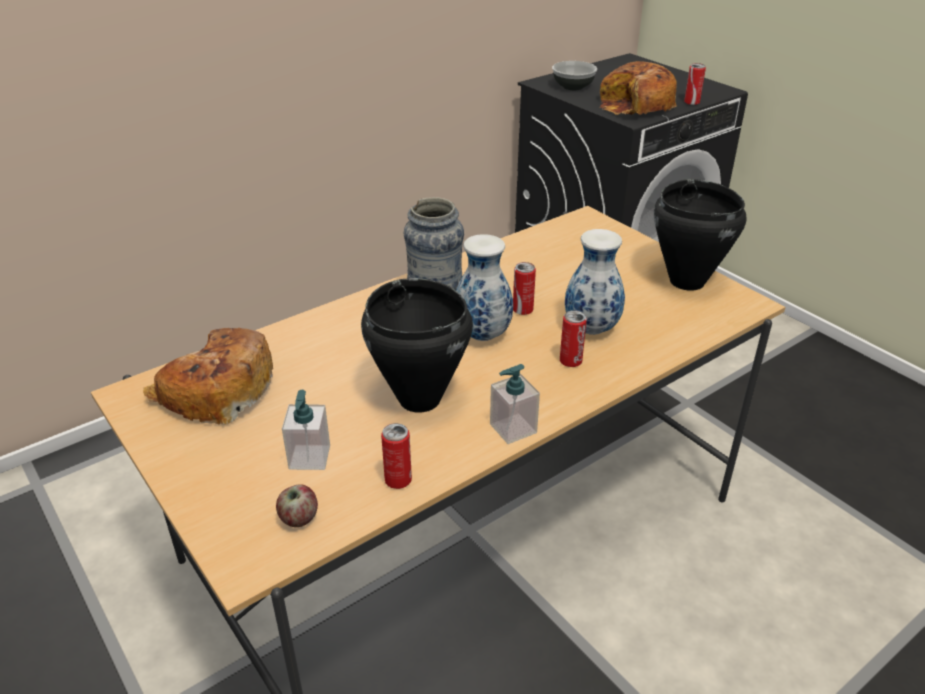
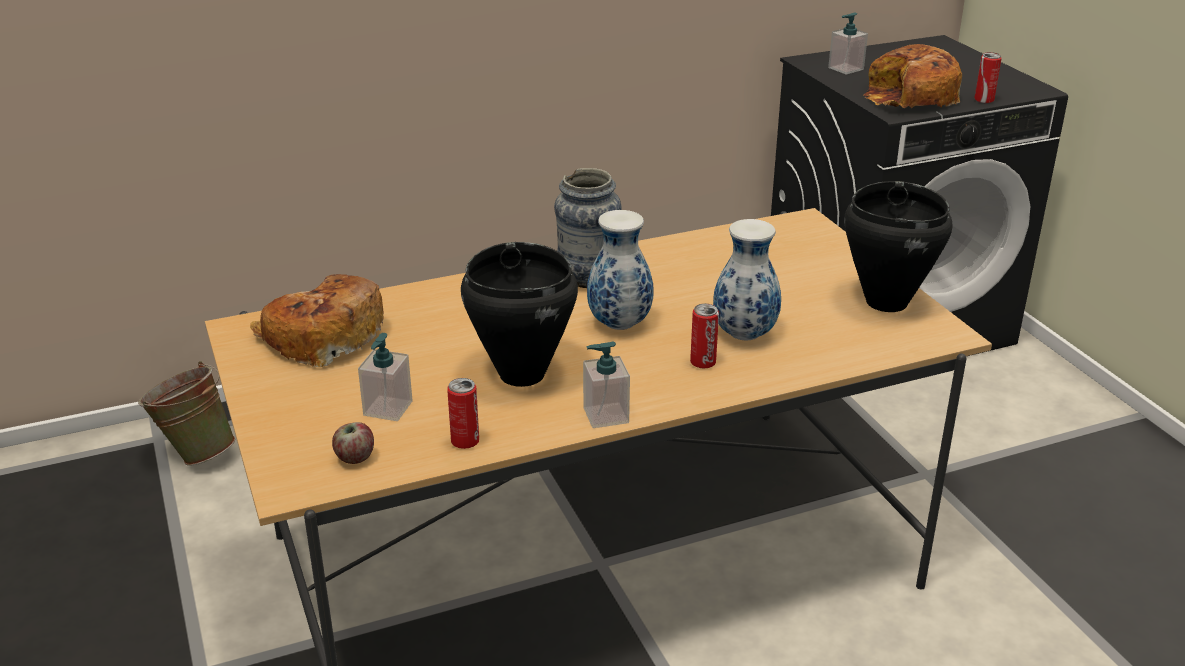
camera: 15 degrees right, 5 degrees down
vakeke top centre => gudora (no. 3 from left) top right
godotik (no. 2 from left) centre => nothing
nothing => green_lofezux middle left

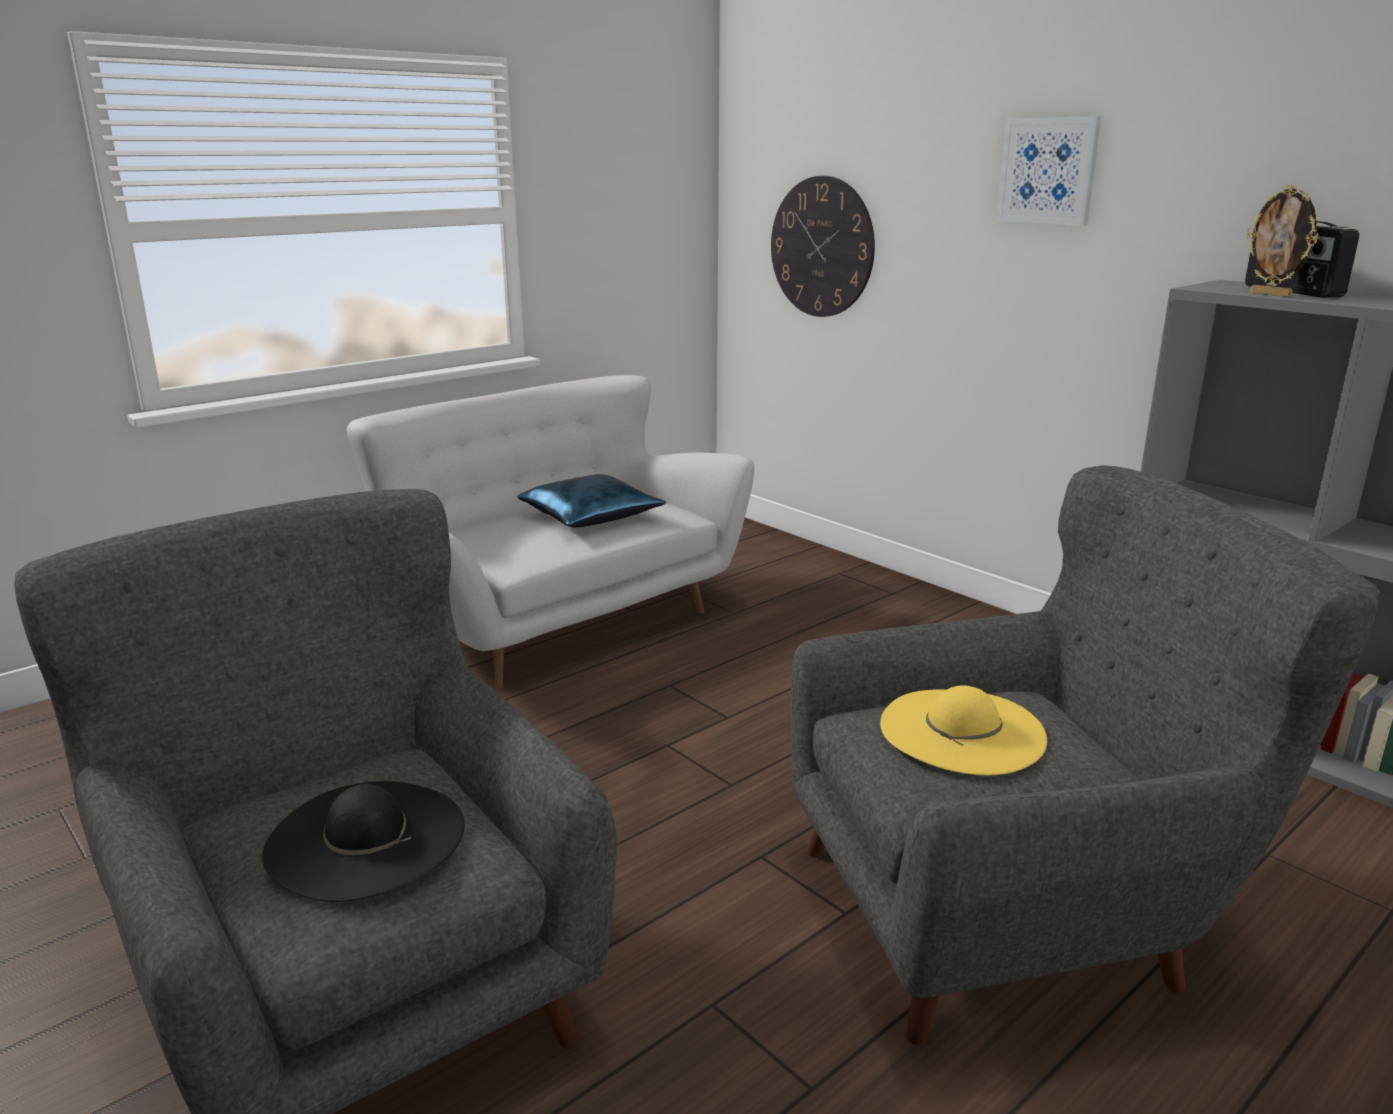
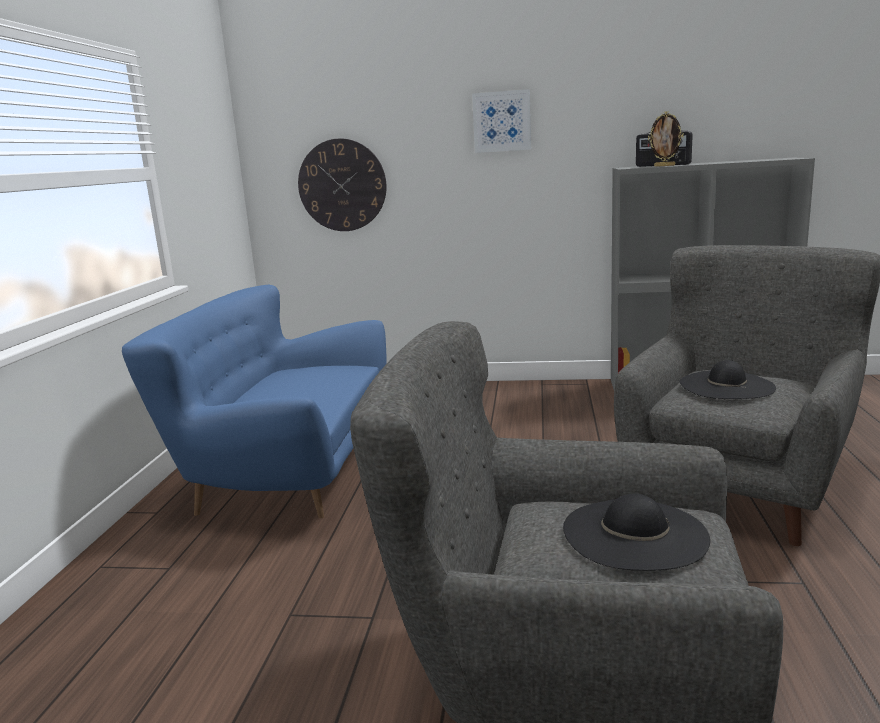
camera: 40 degrees left, 5 degrees down
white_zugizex centre => blue_zugizex middle left
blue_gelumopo centre => nothing
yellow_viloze middle right => black_viloze (no. 2 from left) middle right

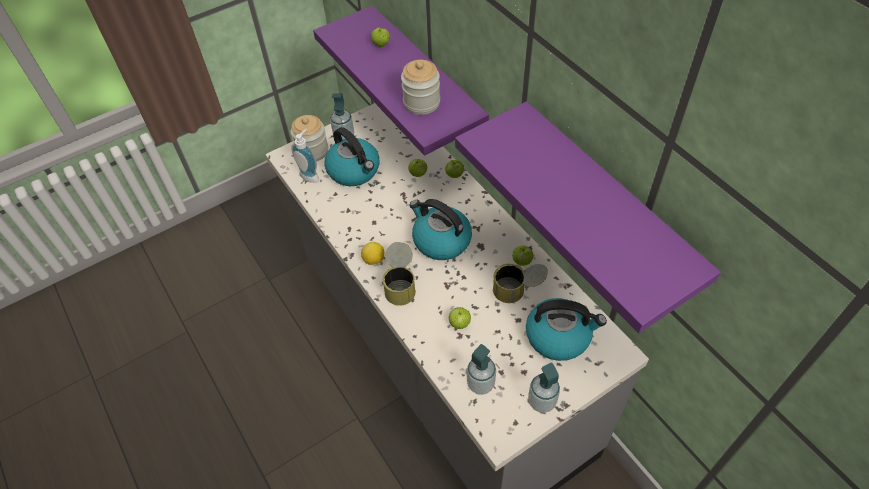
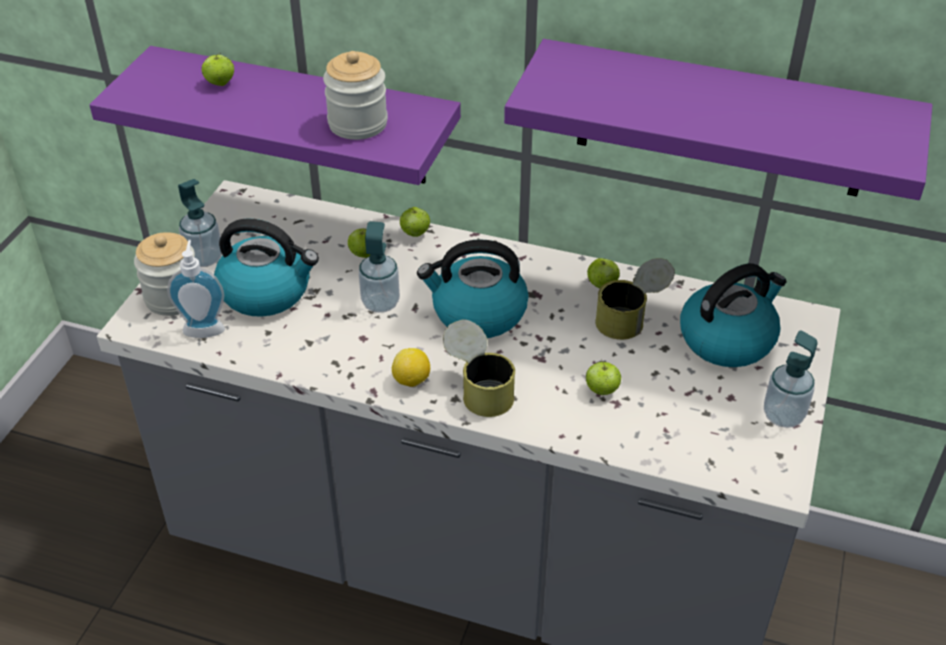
camera: 40 degrees left, 10 degrees down
gudora (no. 3 from left) bottom centre => gudora (no. 3 from left) centre, relocated

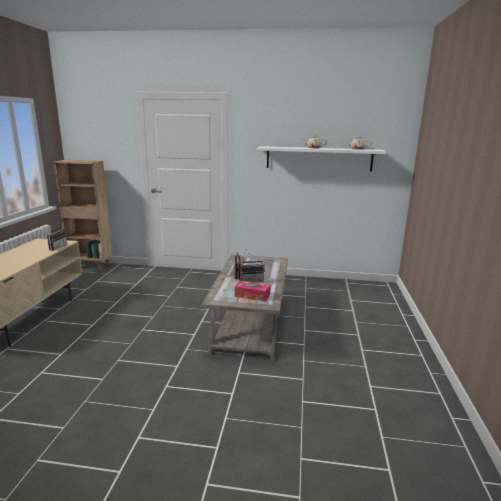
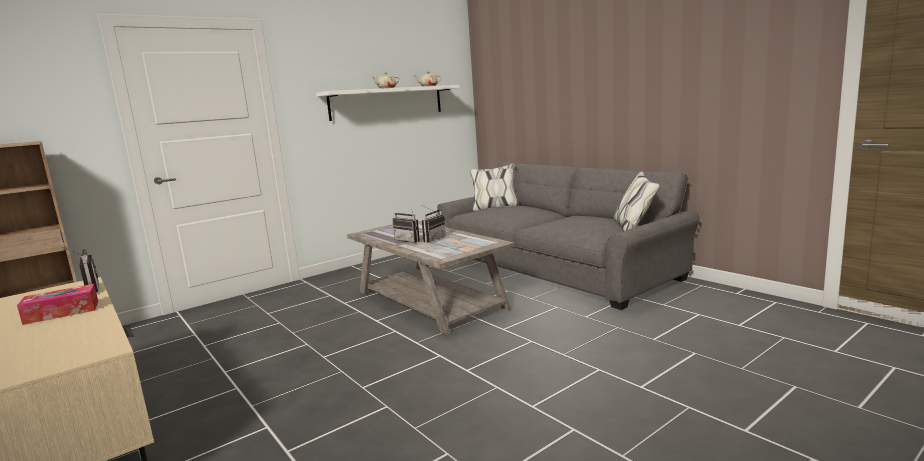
camera: 45 degrees left, 5 degrees down
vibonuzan centre => vibonuzan middle left, relocated
nothing => grey_zugizex centre

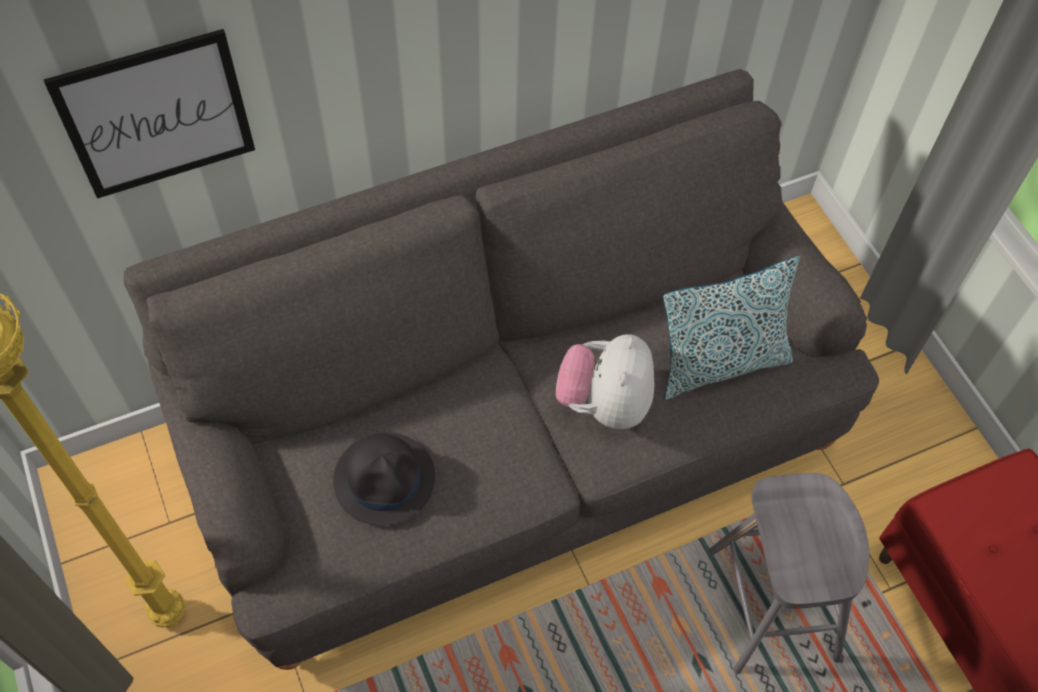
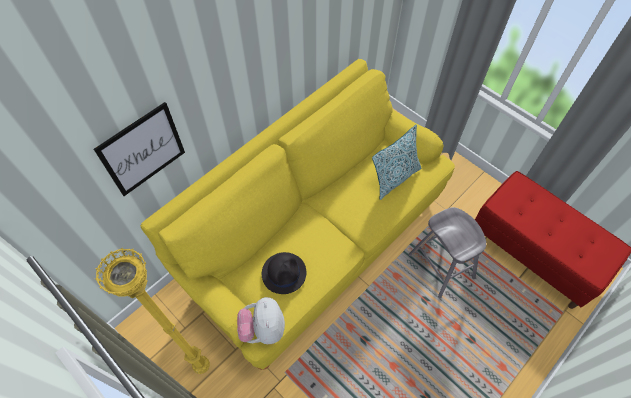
camera: 20 degrees left, 0 degrees up
grey_zugizex centre => yellow_zugizex centre
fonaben centre => fonaben bottom centre, relocated

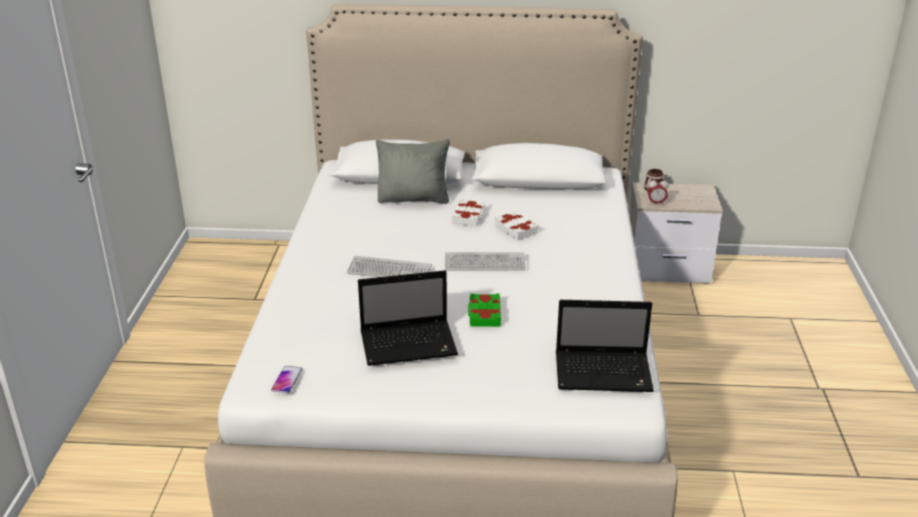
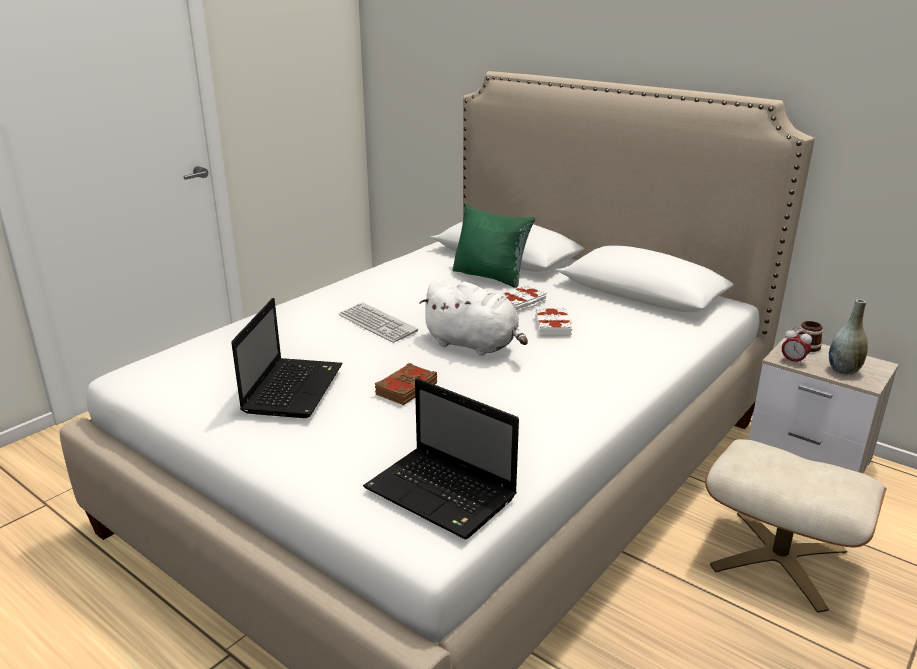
camera: 35 degrees right, 5 degrees down
grey_gelumopo top centre => green_gelumopo centre
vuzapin (no. 2 from left) centre => white_fonaben centre
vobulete (no. 1 from left) centre => vobulete (no. 1 from left) middle left, 105 degrees counterclockwise
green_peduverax centre => brown_peduverax centre
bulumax bottom left => nothing
nothing => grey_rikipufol middle right
nothing => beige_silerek bottom right

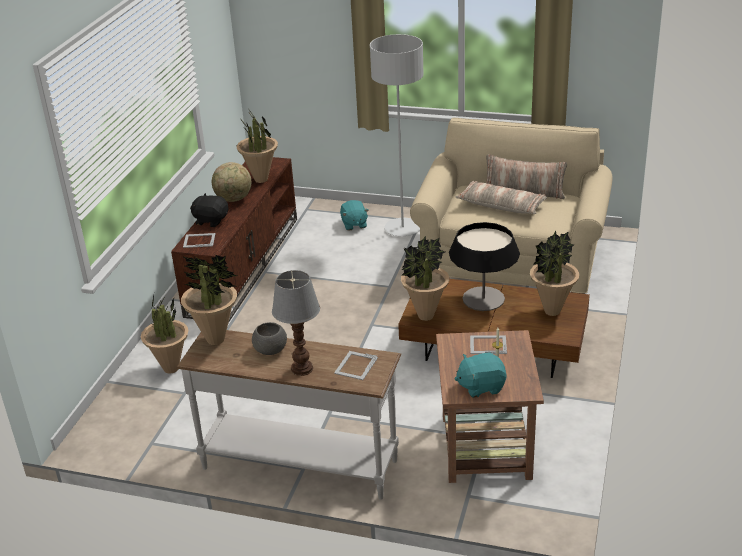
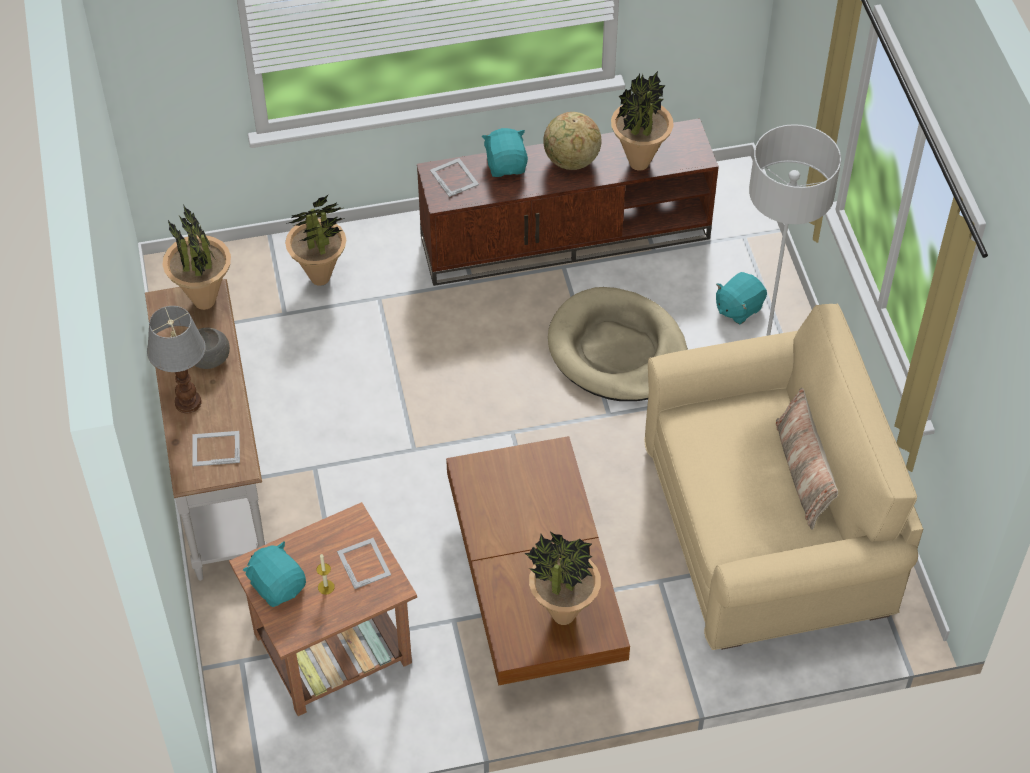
camera: 60 degrees right, 20 degrees up
gelumopo (no. 1 from left) middle right => nothing
black_fonaben middle left => turquoise_fonaben (no. 2 from left) top centre
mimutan (no. 2 from left) centre => nothing
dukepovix (no. 4 from left) centre => nothing
nothing => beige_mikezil centre

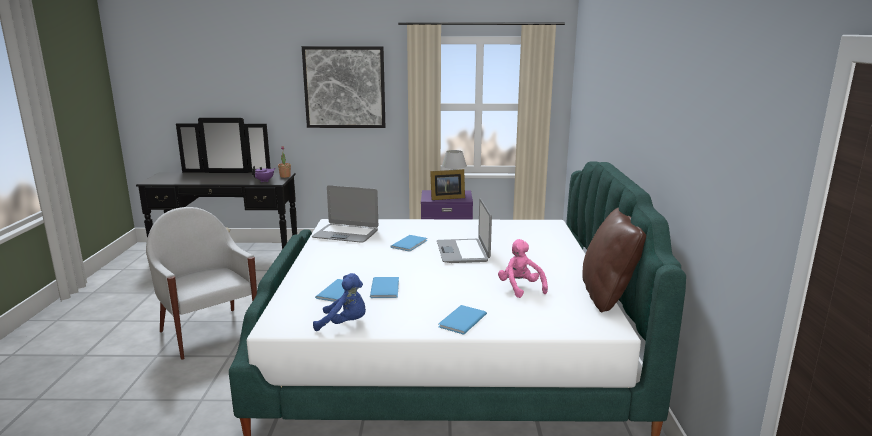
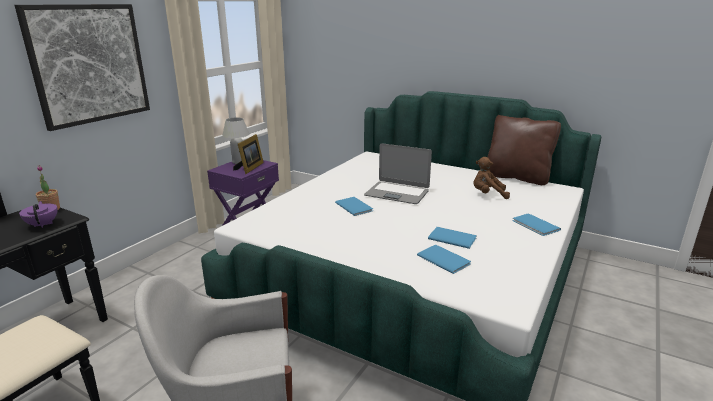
camera: 60 degrees left, 5 degrees up
vobulete (no. 1 from left) centre => nothing
pink_fonaben centre => brown_fonaben middle right
blue_fonaben bottom centre => nothing

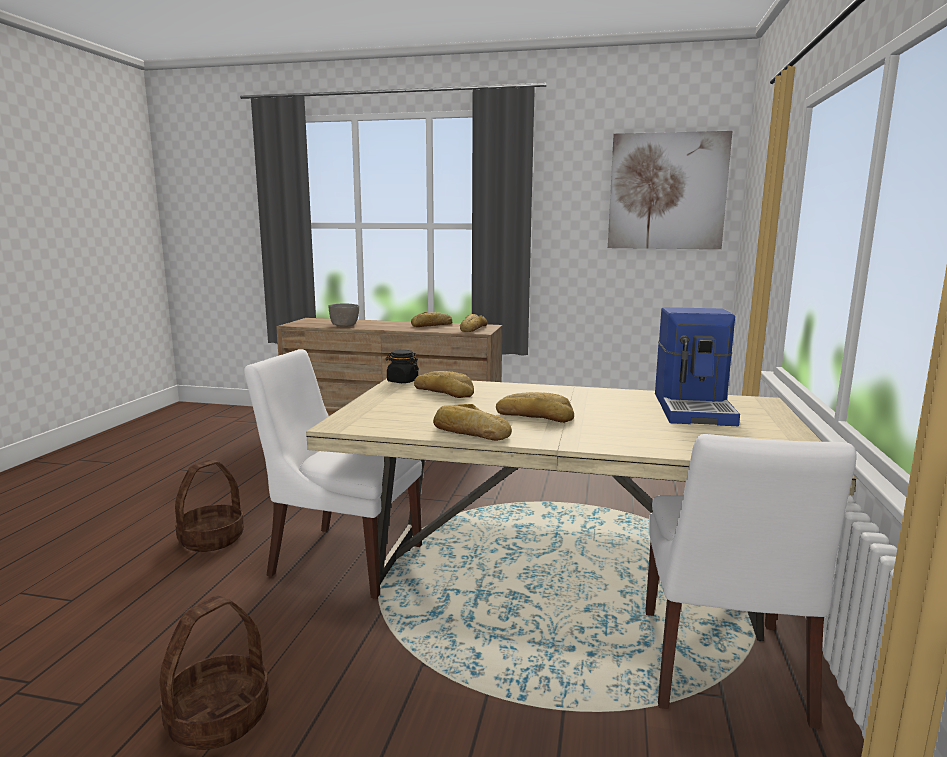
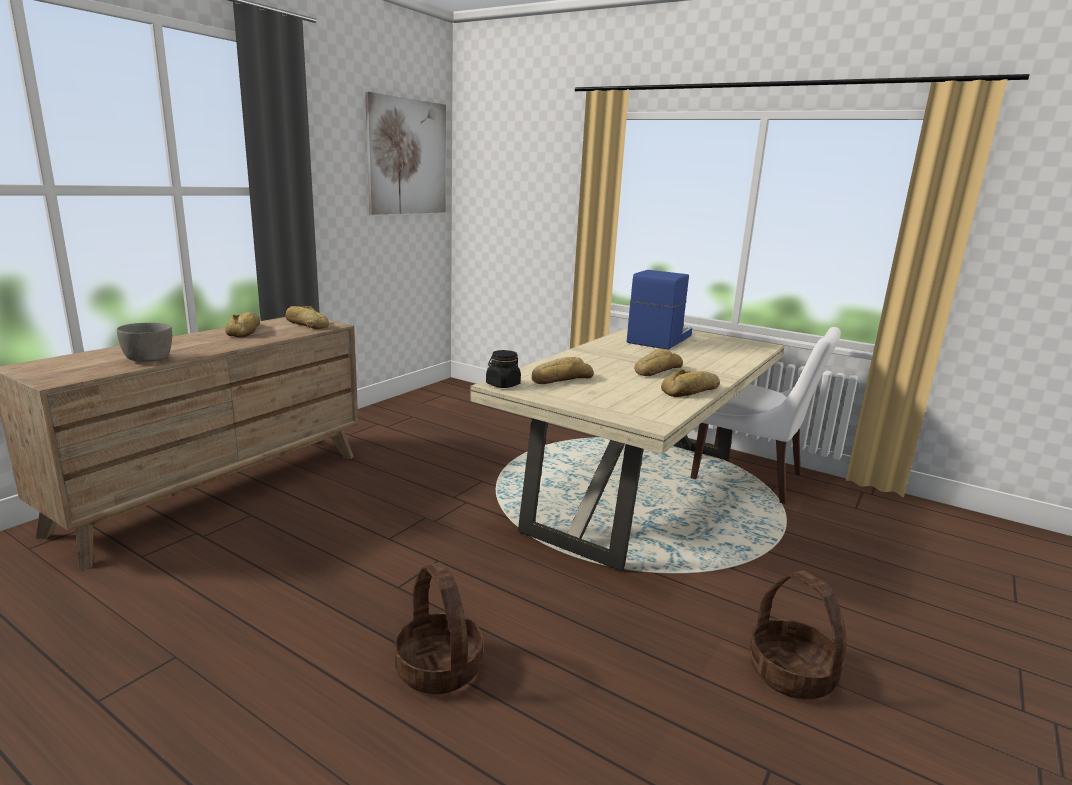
camera: 70 degrees left, 5 degrees up
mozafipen middle right => mozafipen centre, 90 degrees counterclockwise
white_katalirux (no. 1 from left) centre => nothing

